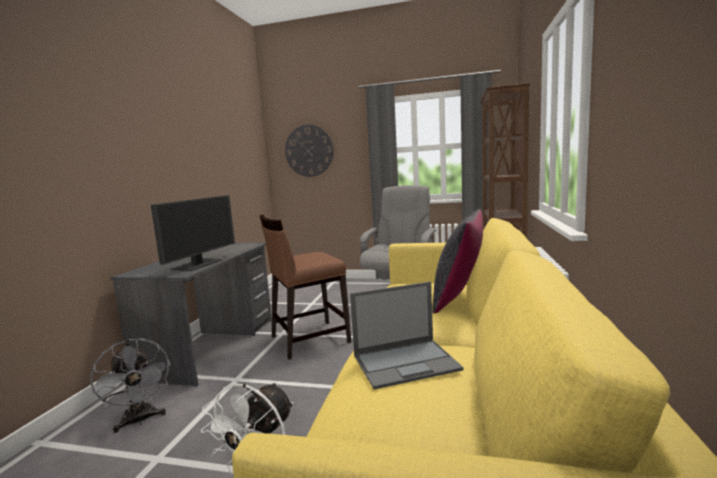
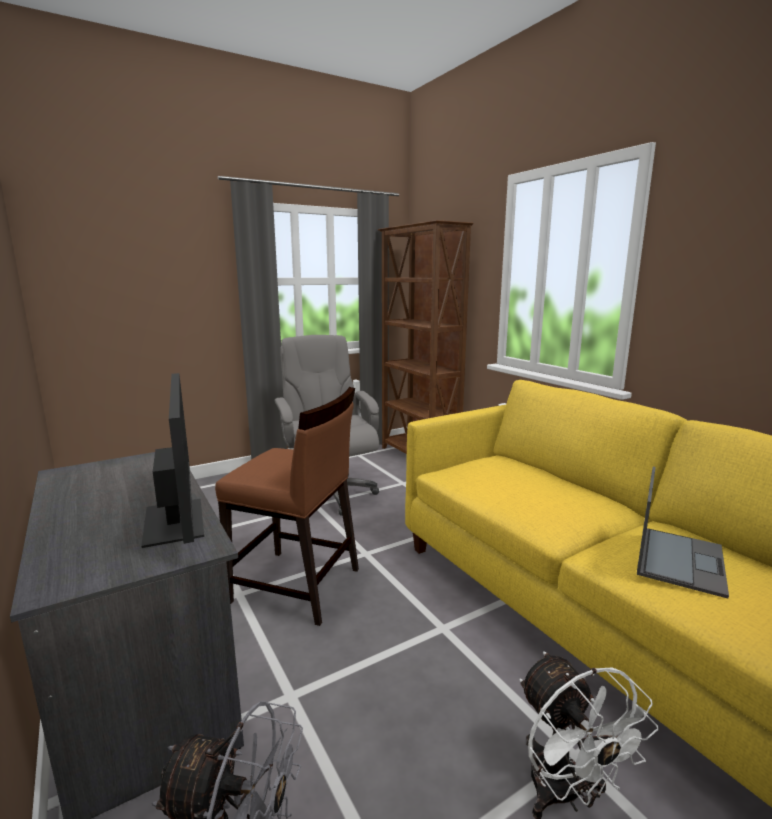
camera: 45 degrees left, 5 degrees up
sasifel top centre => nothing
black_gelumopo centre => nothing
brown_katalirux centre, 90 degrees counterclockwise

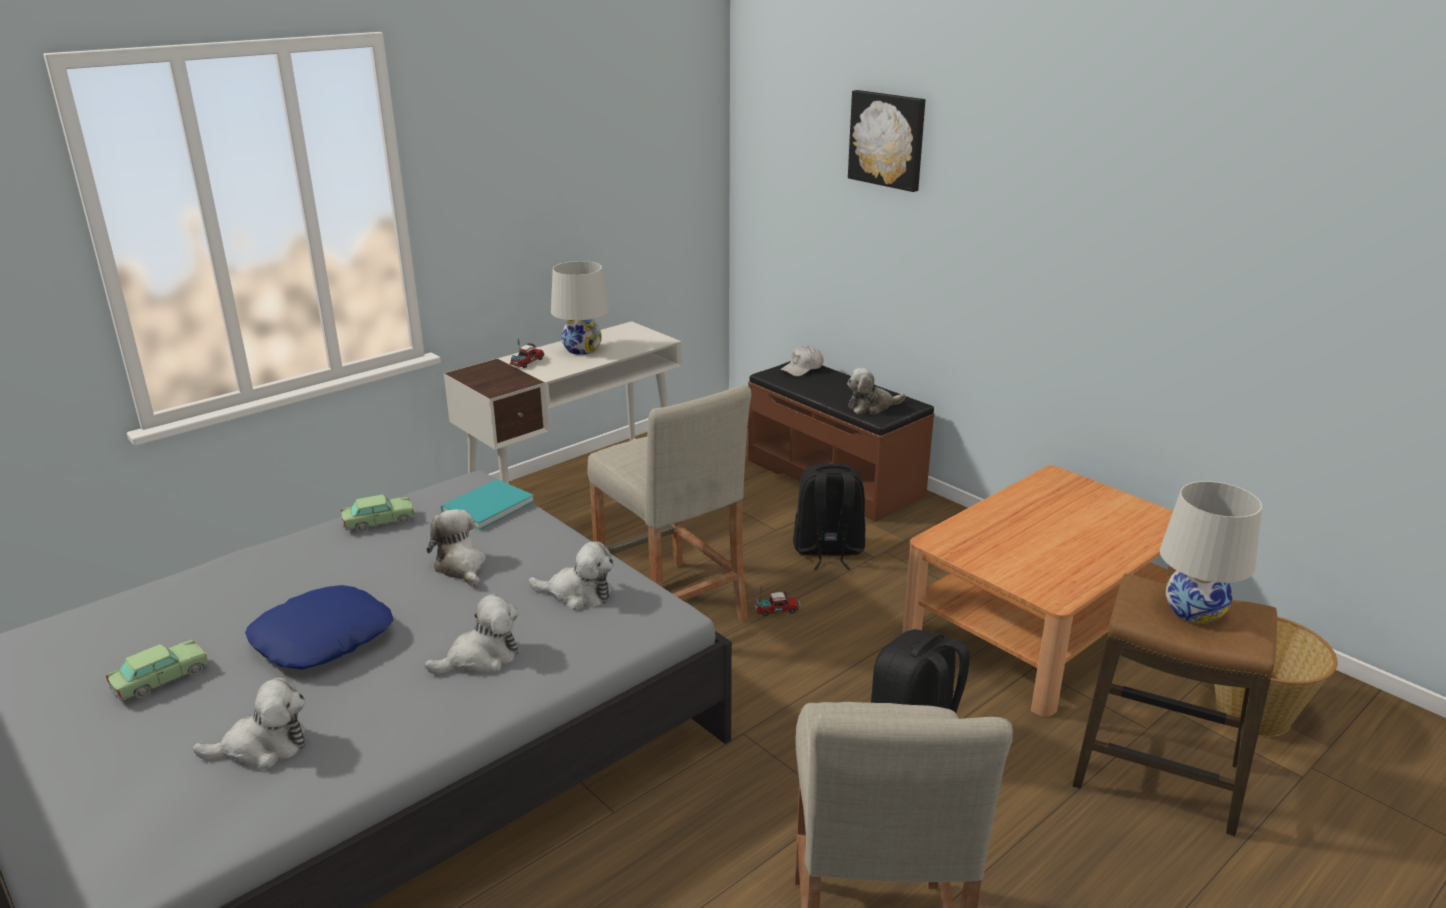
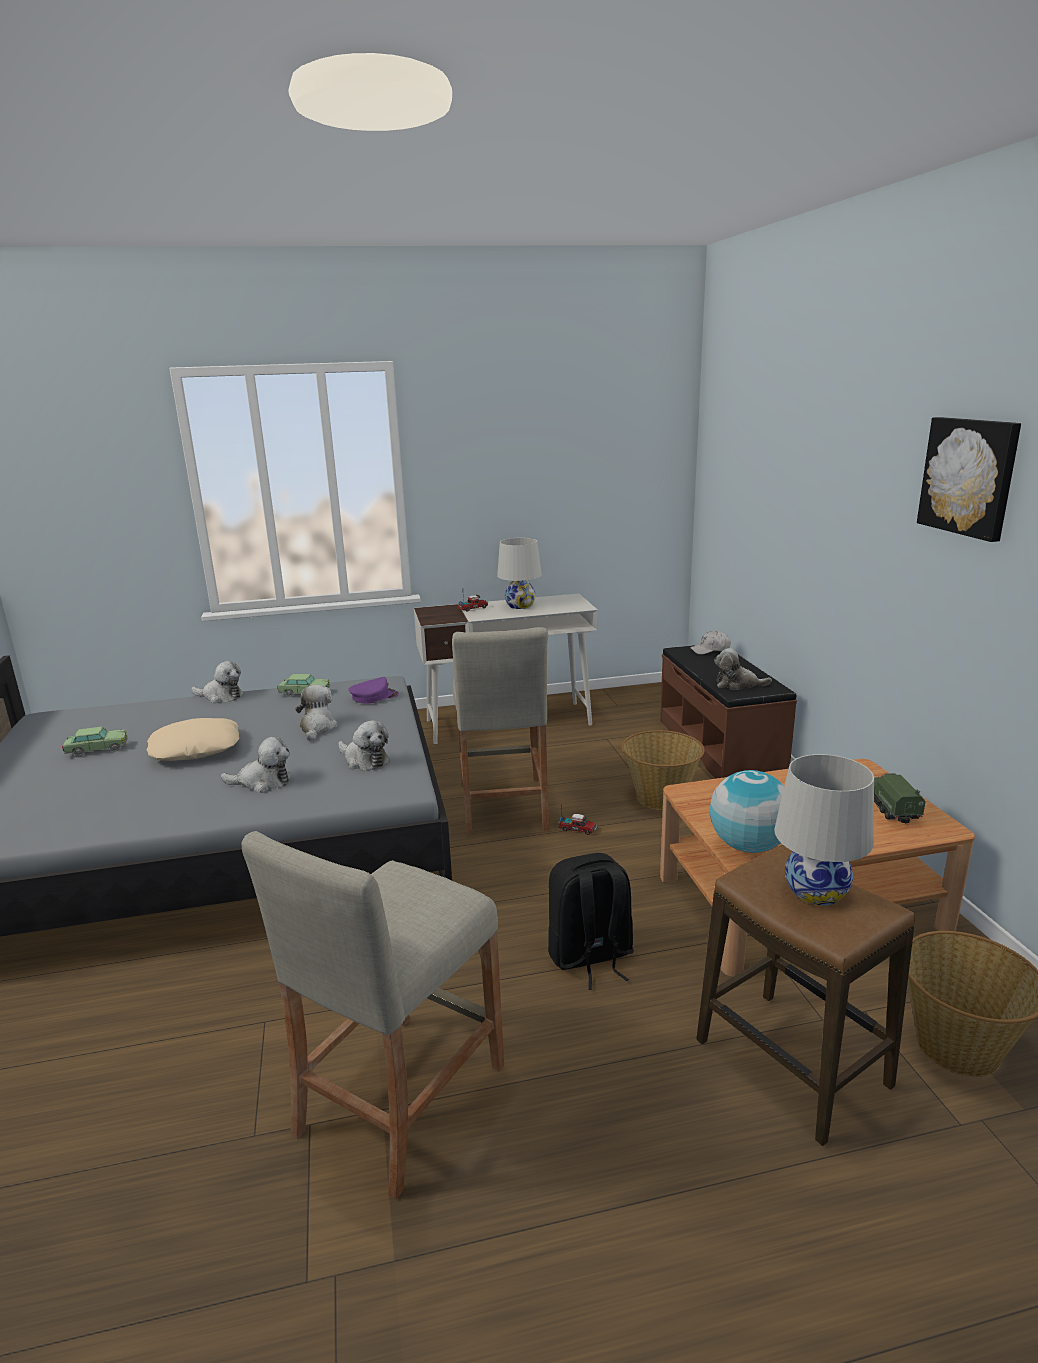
camera: 30 degrees right, 5 degrees down
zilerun top centre => zilerun middle right, relocated
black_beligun (no. 1 from left) centre => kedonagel (no. 1 from left) centre
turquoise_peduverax centre => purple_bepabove centre
blue_gelumopo bottom left => beige_gelumopo middle left
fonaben (no. 1 from left) bottom left => fonaben (no. 1 from left) middle left, relocated
nothing => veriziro middle right
nothing => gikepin (no. 3 from left) middle right

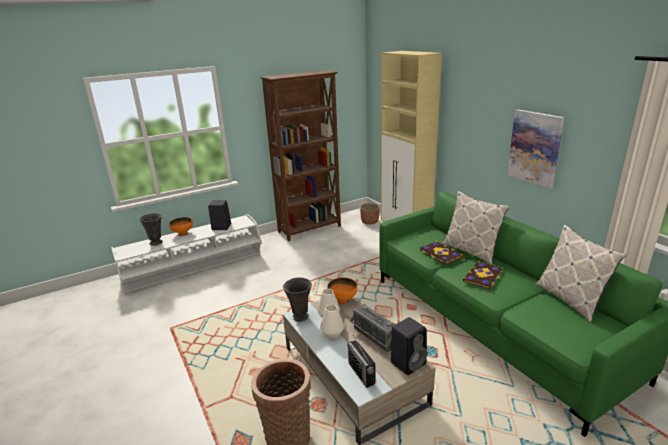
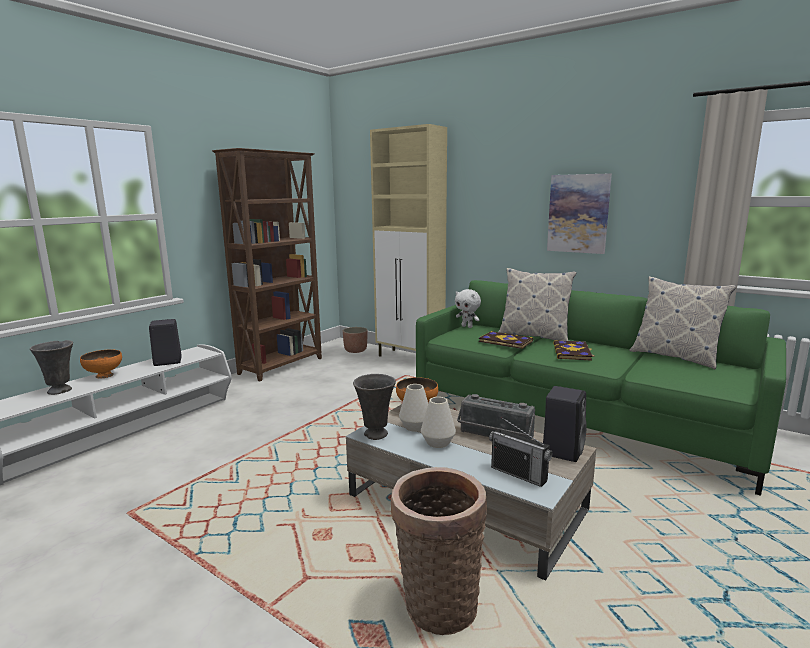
camera: 25 degrees left, 10 degrees down
nothing => white_fonaben centre

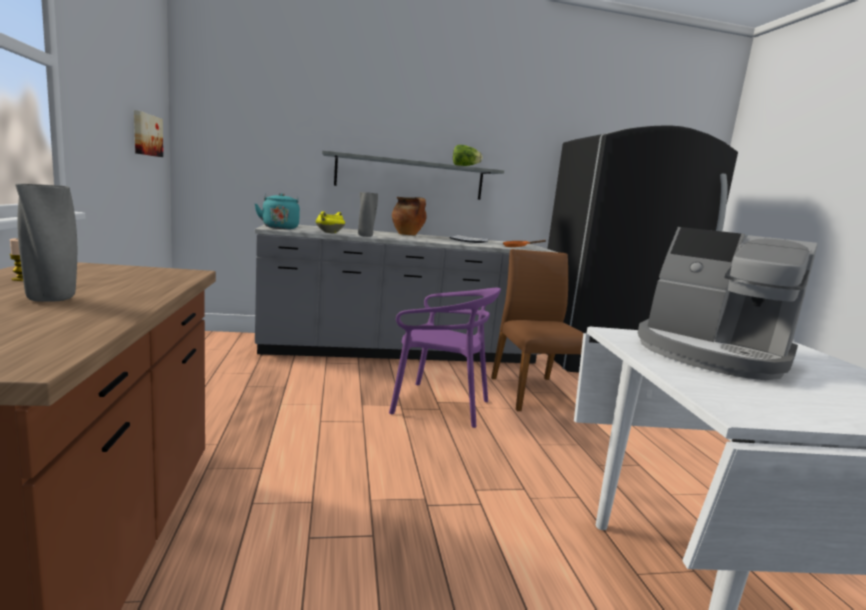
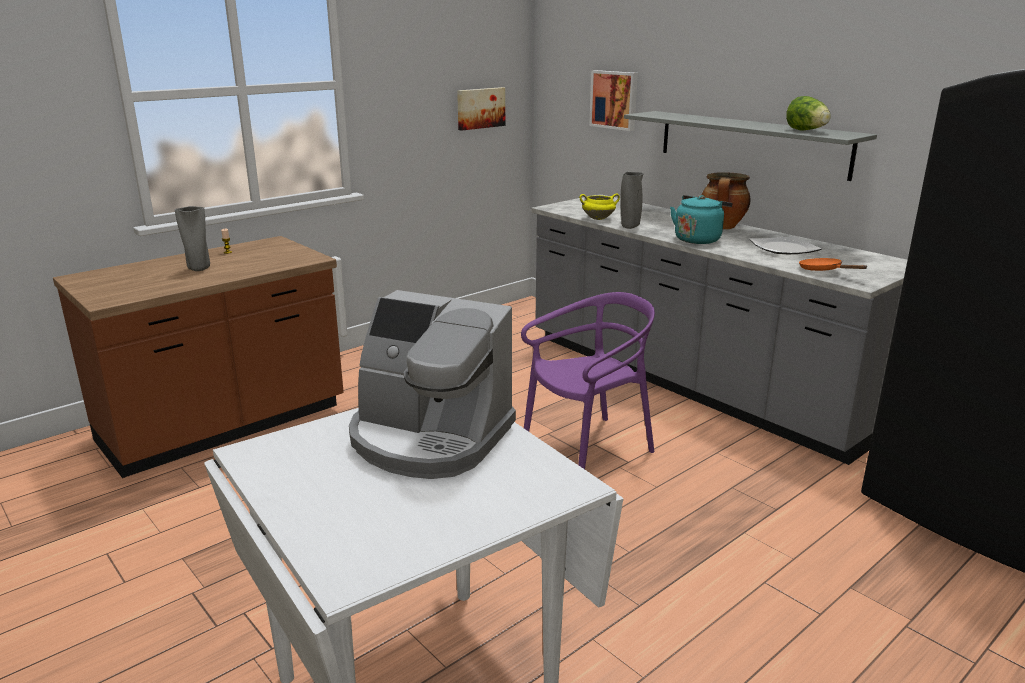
camera: 60 degrees right, 10 degrees up
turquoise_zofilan middle left => turquoise_zofilan top right, relocated
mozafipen middle right => mozafipen centre, 75 degrees counterclockwise
brown_katalirux centre => nothing
purple_katalirux centre, 105 degrees counterclockwise
nothing => zilerun (no. 2 from left) top centre

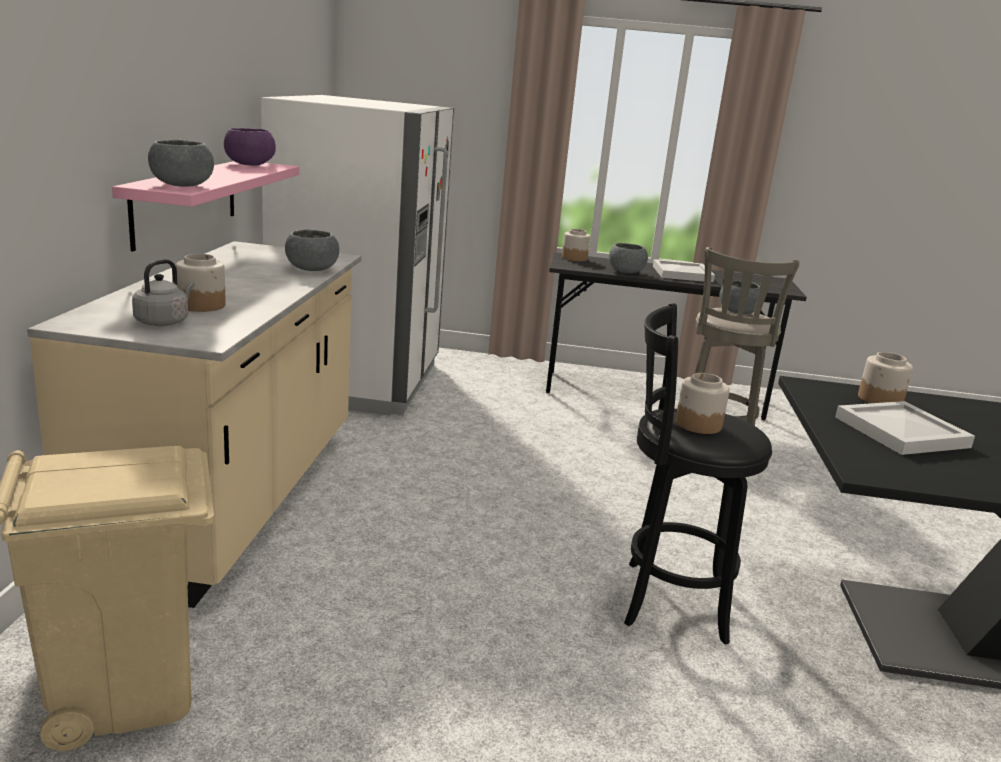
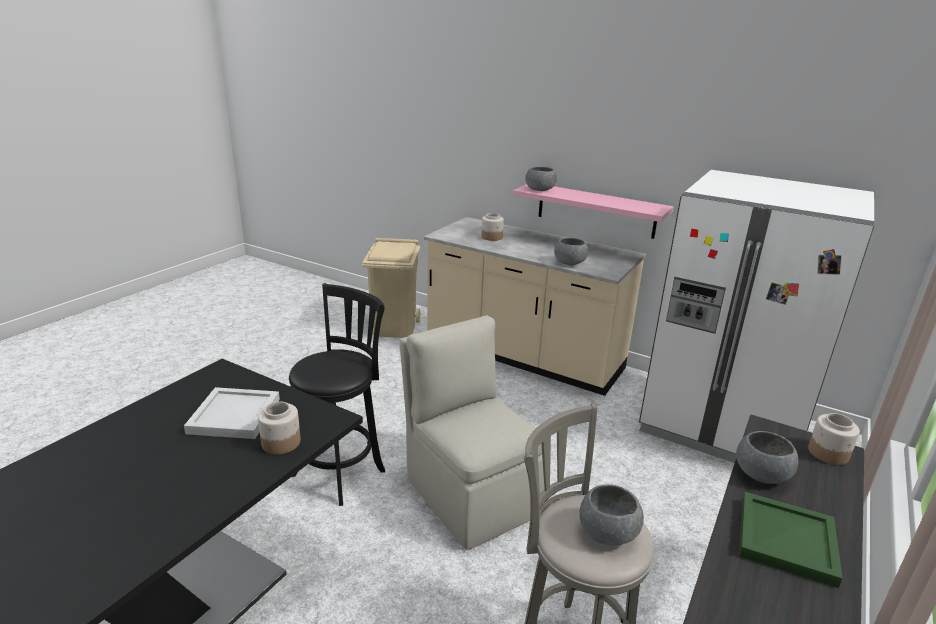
camera: 115 degrees right, 5 degrees up
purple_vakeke top left => nothing
grey_zofilan middle left => nothing
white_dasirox (no. 1 from left) middle right => green_dasirox bottom right
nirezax (no. 3 from left) middle right => nothing
nothing => beige_katalirux bottom centre

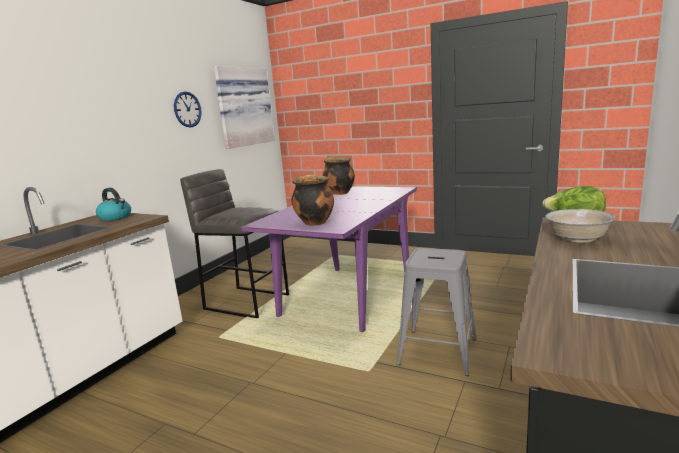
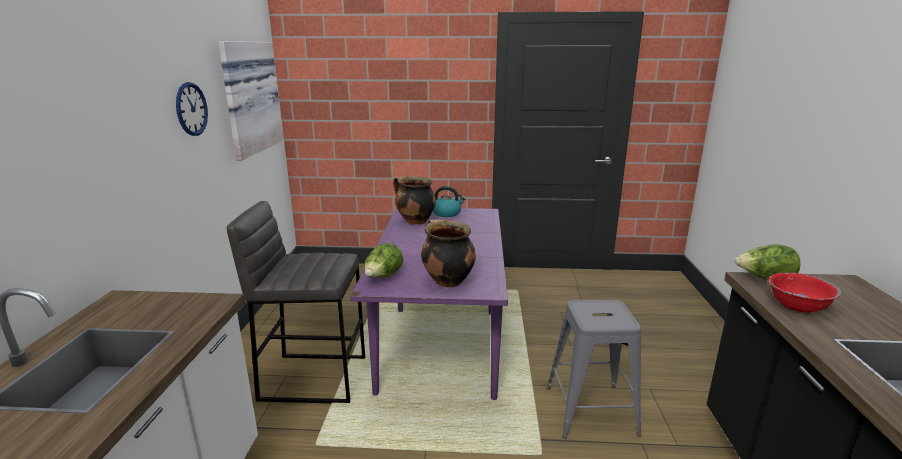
camera: 25 degrees left, 5 degrees up
zofilan middle left => zofilan centre, relocated
white_vakeke middle right => red_vakeke middle right
nothing => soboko (no. 1 from left) centre

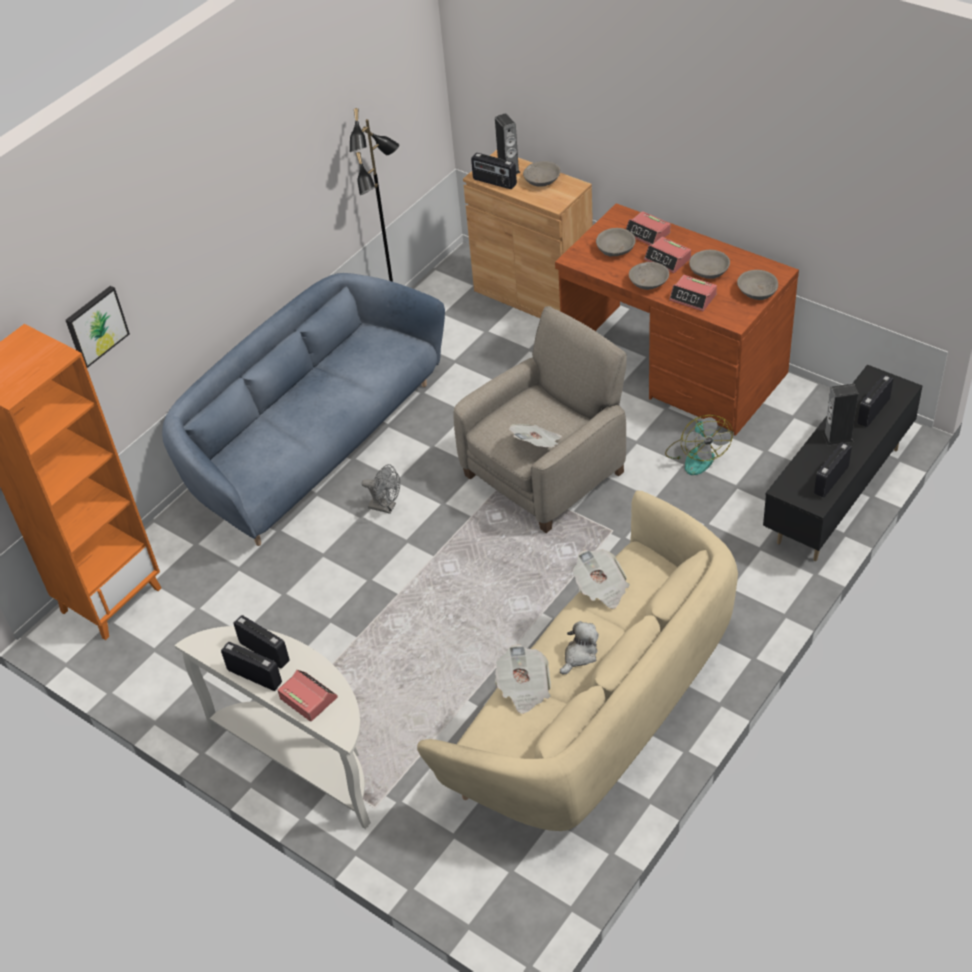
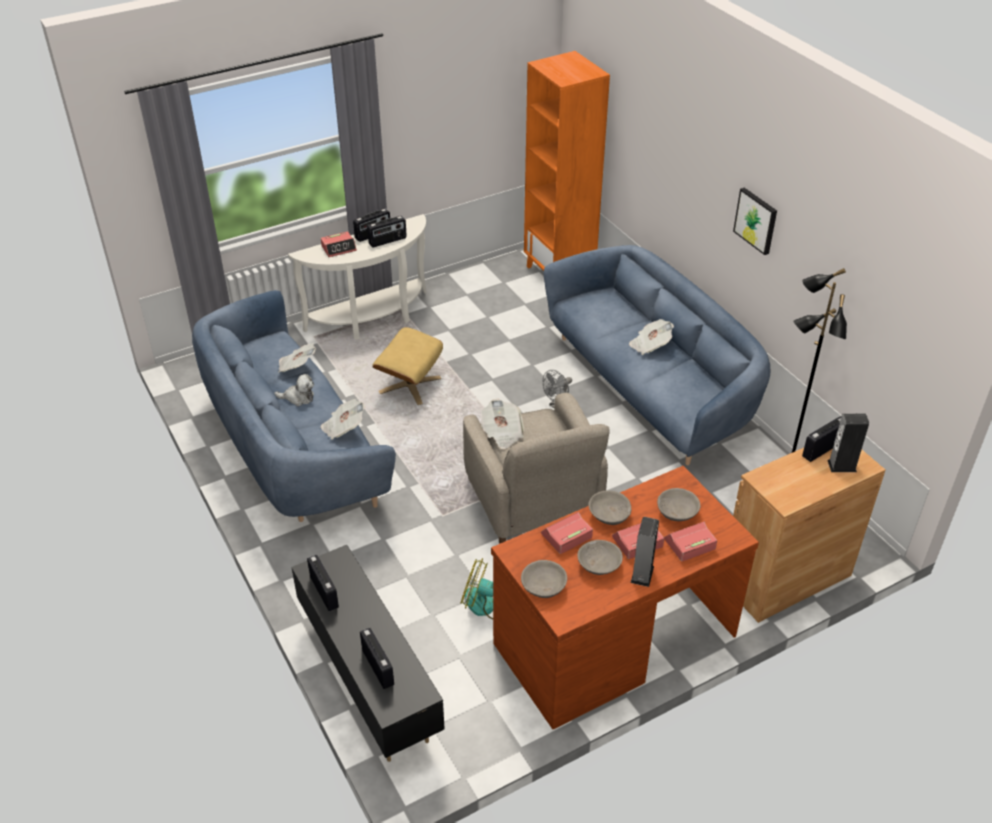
camera: 110 degrees right, 5 degrees down
grey_vakeke (no. 1 from left) top centre => nothing
zilerun middle left => zilerun top right, relocated
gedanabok (no. 2 from left in the first image) middle right => gedanabok (no. 1 from left) bottom centre, relocated
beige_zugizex bottom centre => blue_zugizex (no. 1 from left) middle left
fonaben centre => fonaben middle left, 60 degrees counterclockwise
nothing => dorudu (no. 4 from left) centre
nothing => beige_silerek centre

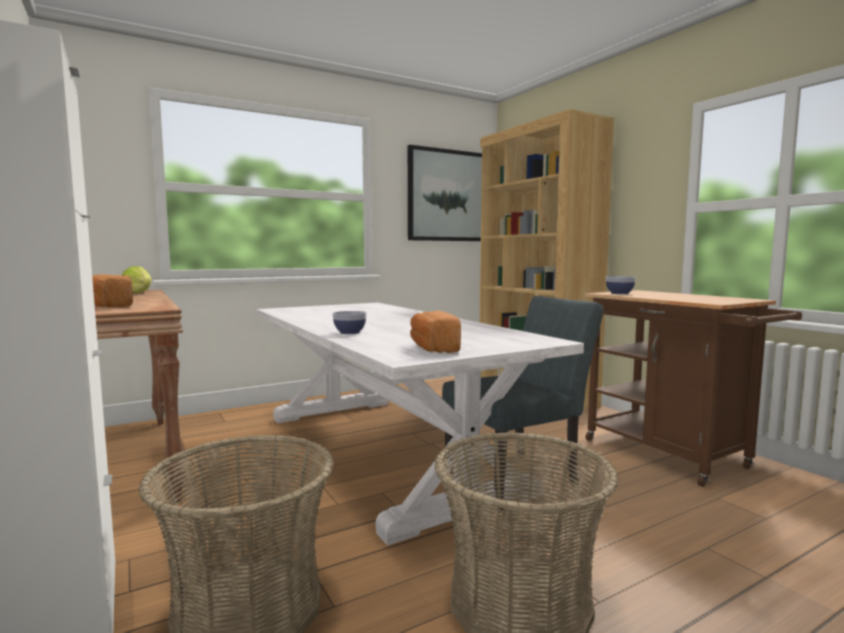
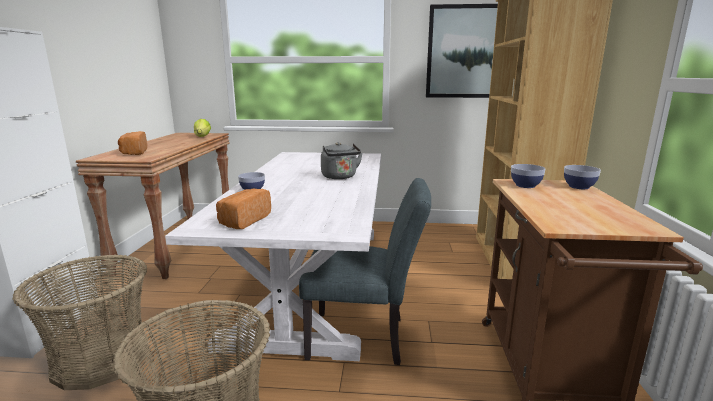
camera: 35 degrees right, 10 degrees up
nothing => grey_zofilan centre
nothing => vakeke (no. 3 from left) middle right

